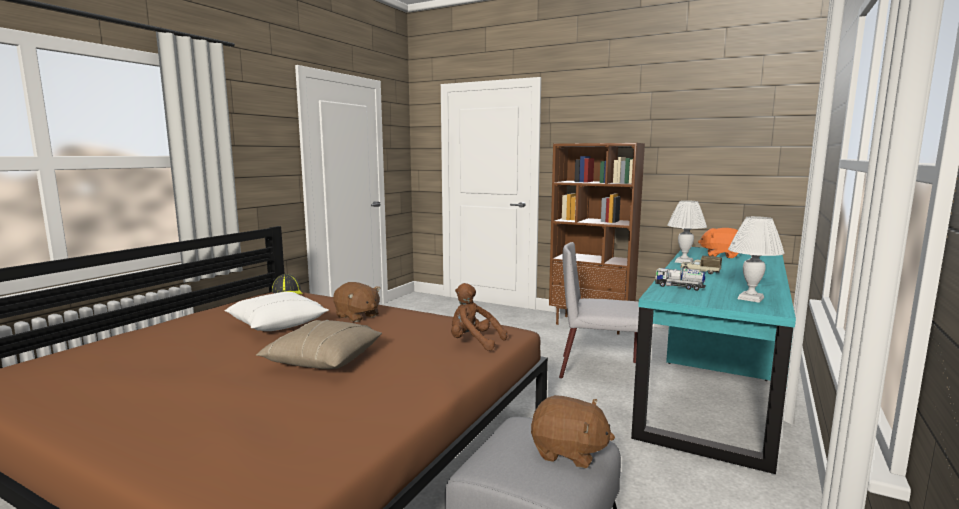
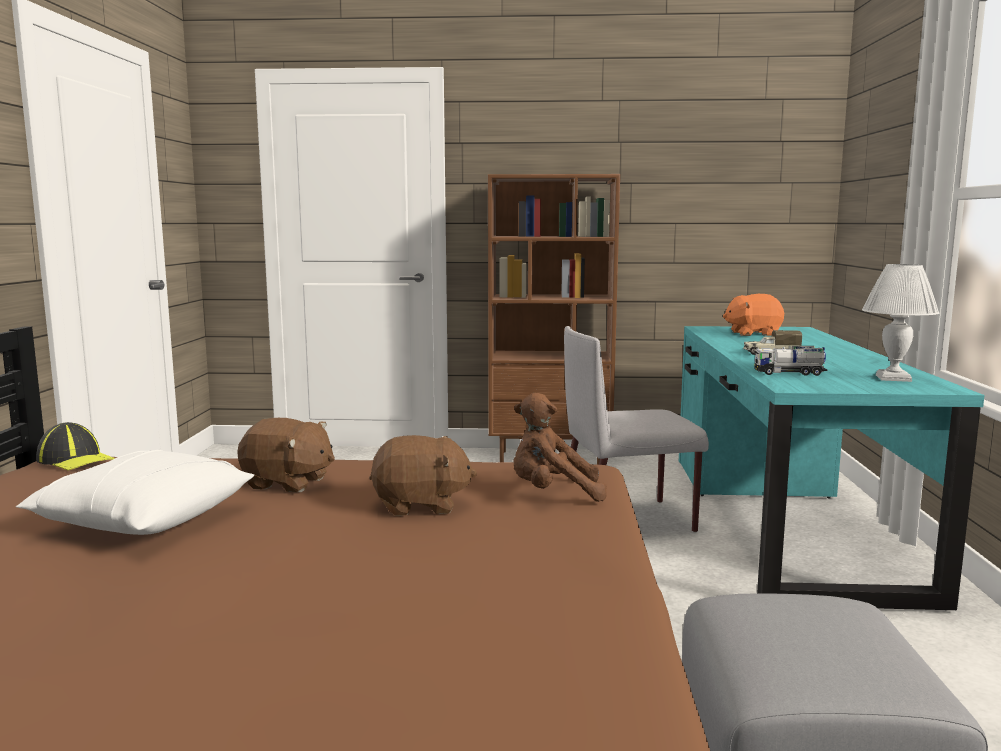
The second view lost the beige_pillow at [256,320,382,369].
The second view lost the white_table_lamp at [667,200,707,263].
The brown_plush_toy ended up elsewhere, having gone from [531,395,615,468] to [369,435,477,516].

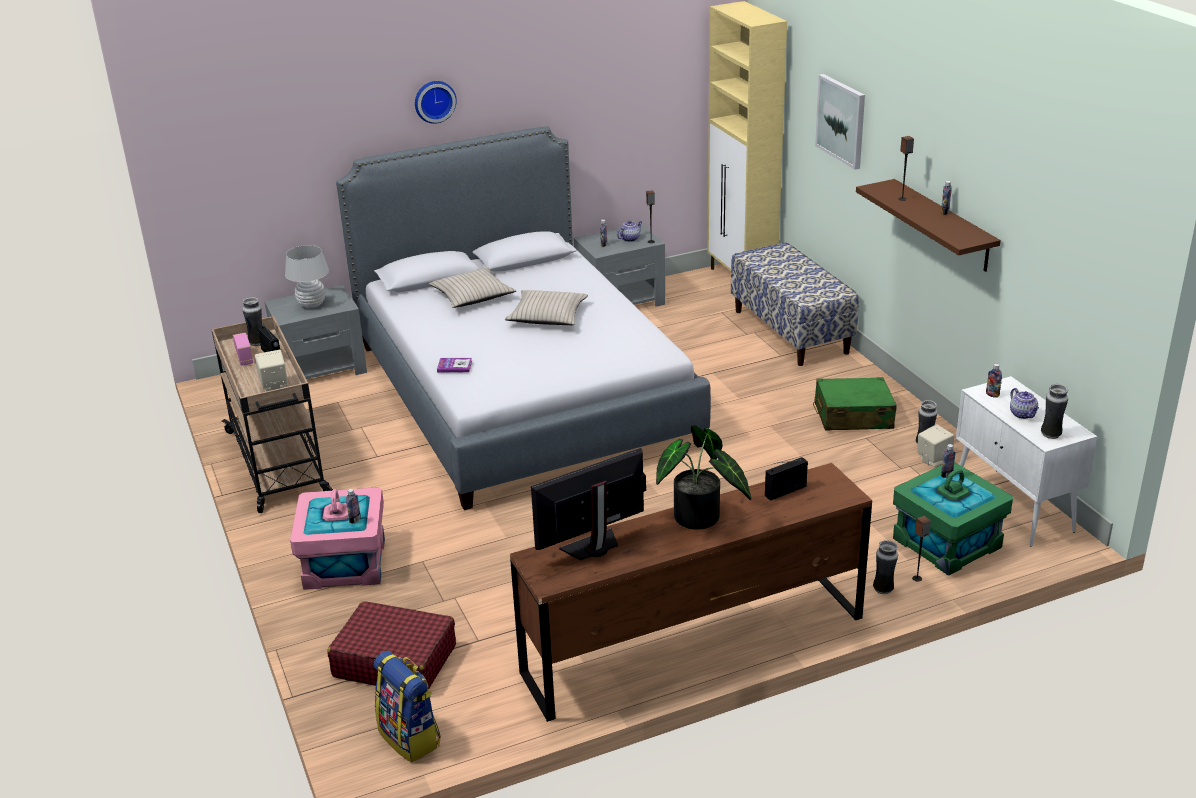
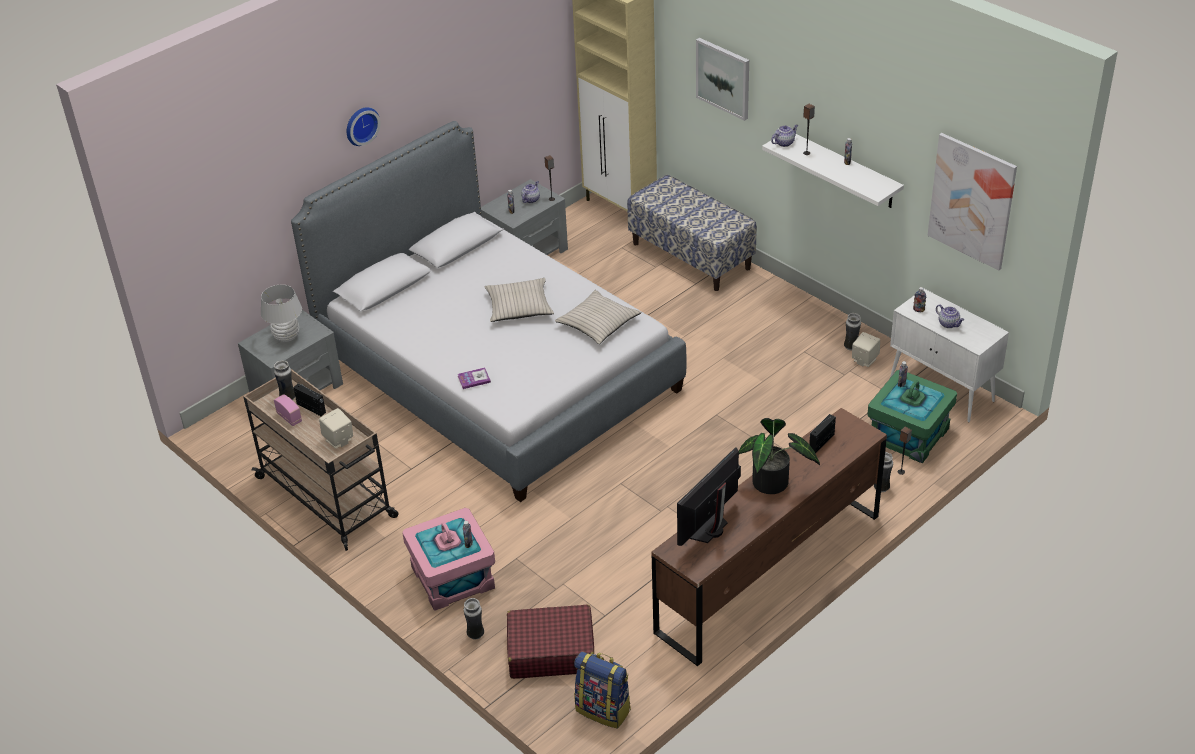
The second view lost the green_suitcase at [813,377,897,431].
The second view gained the teapot at [771,125,798,147].
The second view gained the picture at [927,133,1017,271].
The beige_pillow ended up elsewhere, having gone from [429,268,516,308] to [555,290,642,344].
The vase ended up elsewhere, having gone from [1041,384,1068,439] to [464,598,484,640].
What was the brown_shelf at [856,179,1001,272] turned into the white_shelf at [762,134,904,208].

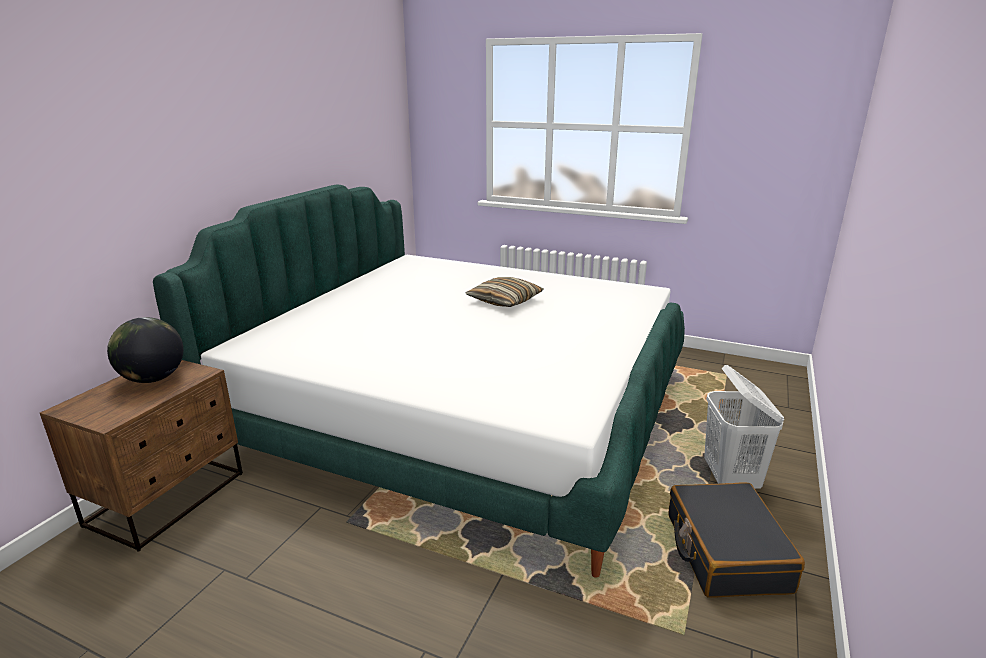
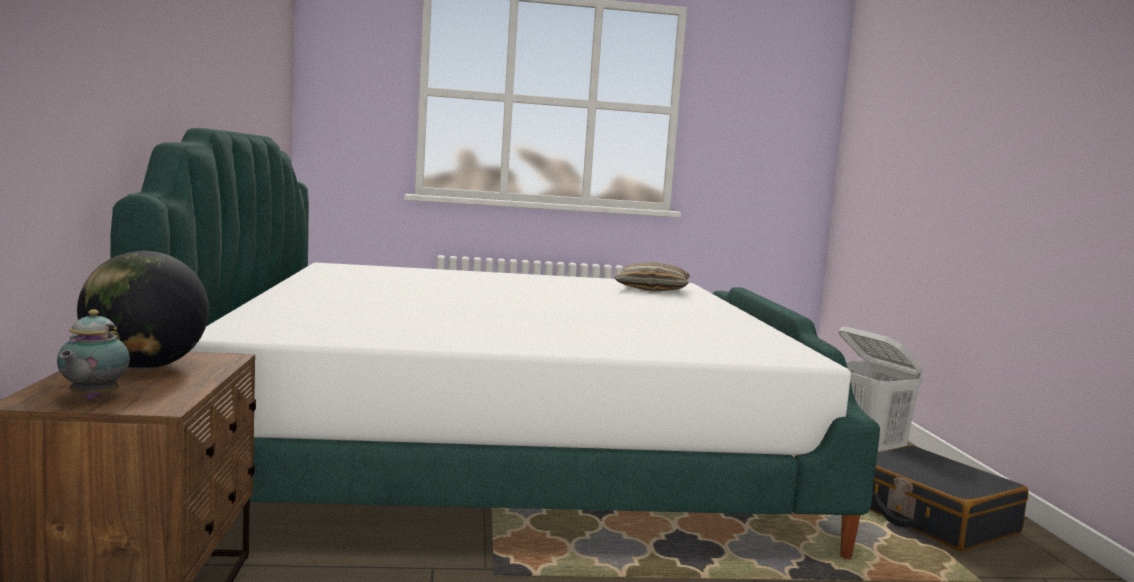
The second view gained the teapot at [57,309,130,400].
The pillow ended up elsewhere, having gone from [466,277,543,307] to [614,262,690,292].

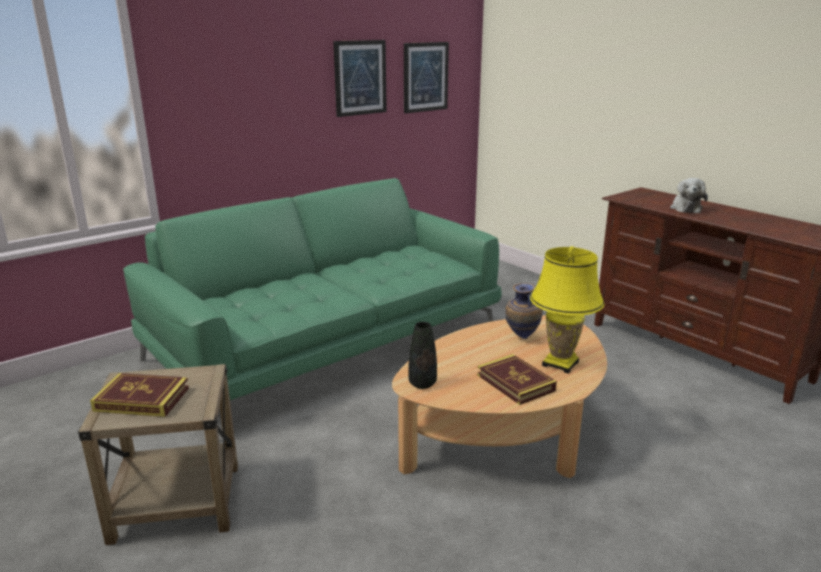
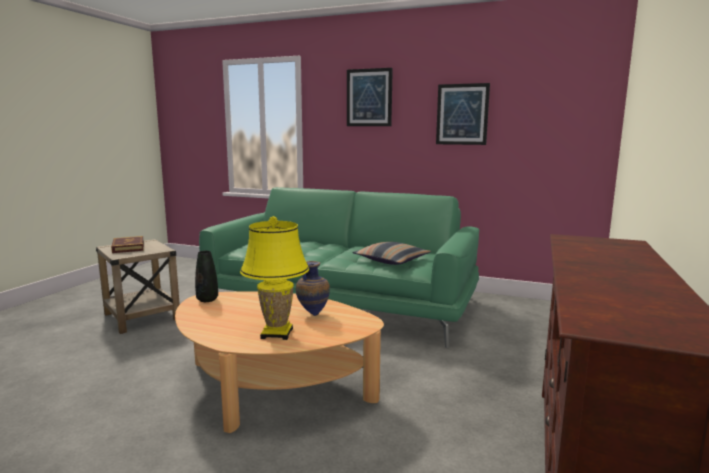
The second view lost the book at [477,354,557,405].
The second view lost the plush_toy at [670,178,708,213].
The second view gained the pillow at [353,242,431,265].
The picture ended up elsewhere, having gone from [404,42,449,113] to [347,68,393,126].

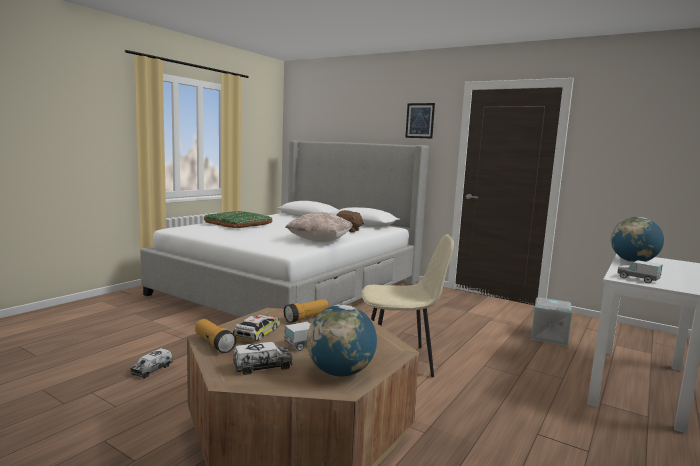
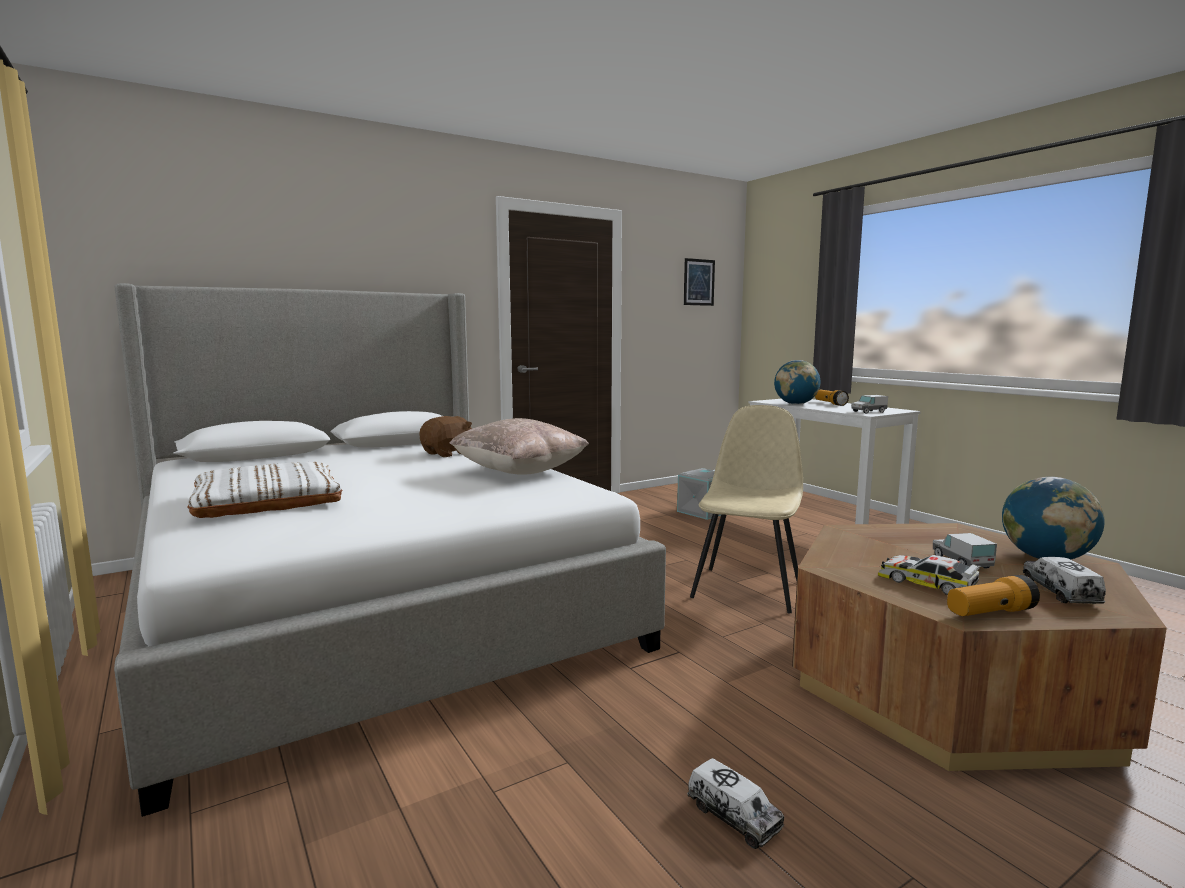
The flashlight ended up elsewhere, having gone from [284,299,329,323] to [815,390,849,406].
The picture ended up elsewhere, having gone from [405,103,435,138] to [684,258,715,306].
What was the green_pillow at [203,211,272,228] turned into the white_pillow at [187,462,342,518].

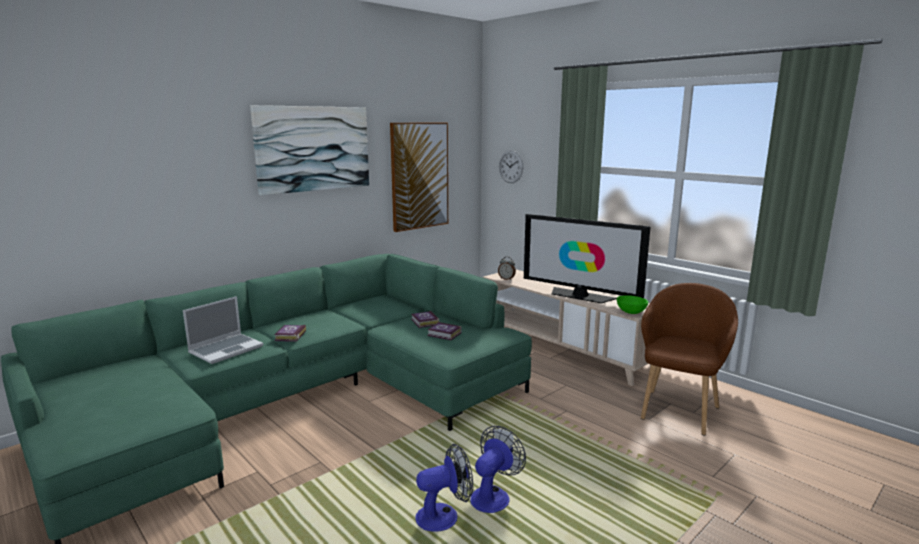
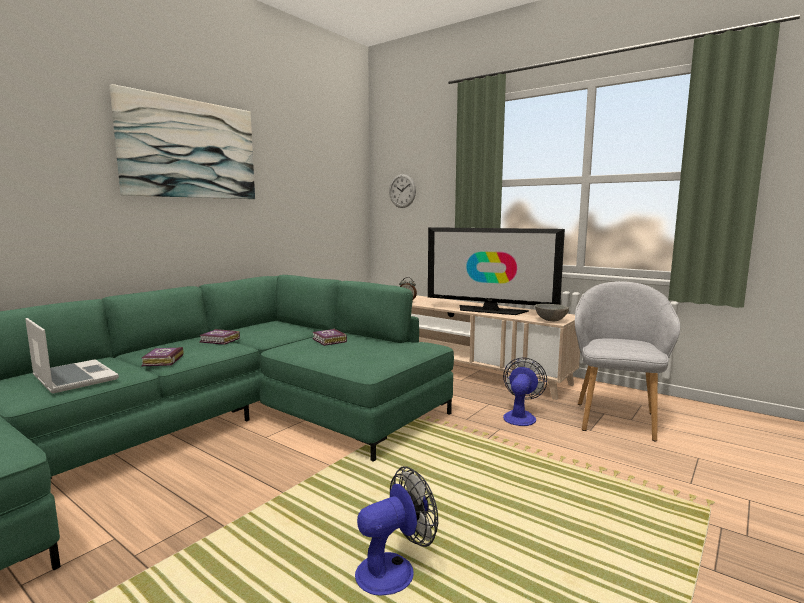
The second view lost the picture at [390,123,448,232].
The book ended up elsewhere, having gone from [427,322,462,340] to [199,329,240,345].
The fan ended up elsewhere, having gone from [470,426,526,513] to [503,358,547,426].
What was the green_bowl at [617,295,648,314] turned into the grey_bowl at [535,304,569,321].
What was the brown_armchair at [641,283,738,436] turned into the grey_armchair at [575,281,680,442].
The laptop at [183,296,264,364] ended up facing another way, 75 degrees counterclockwise from before.

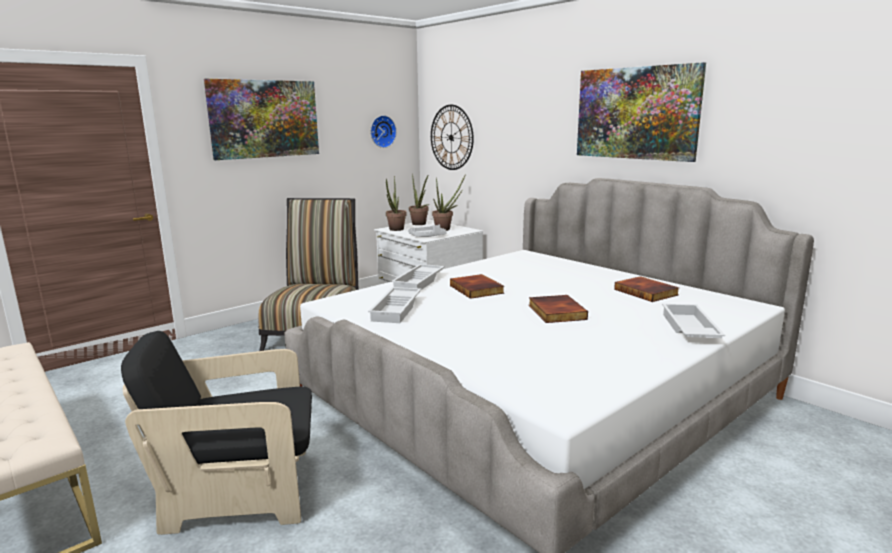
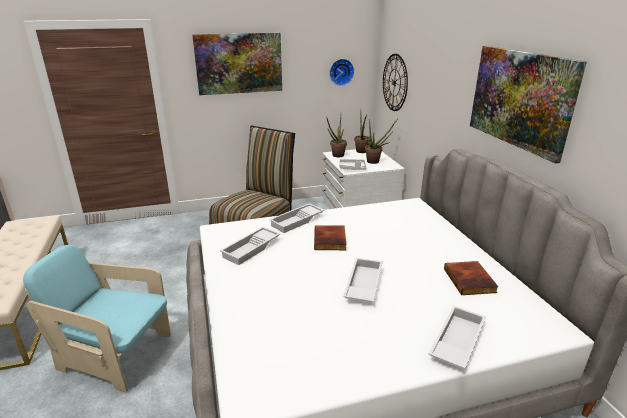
Where the book stood at [528,295,588,323], the white_tray came to stand at [343,258,383,303].
What was the black_armchair at [121,331,312,535] turned into the turquoise_armchair at [23,245,171,392].

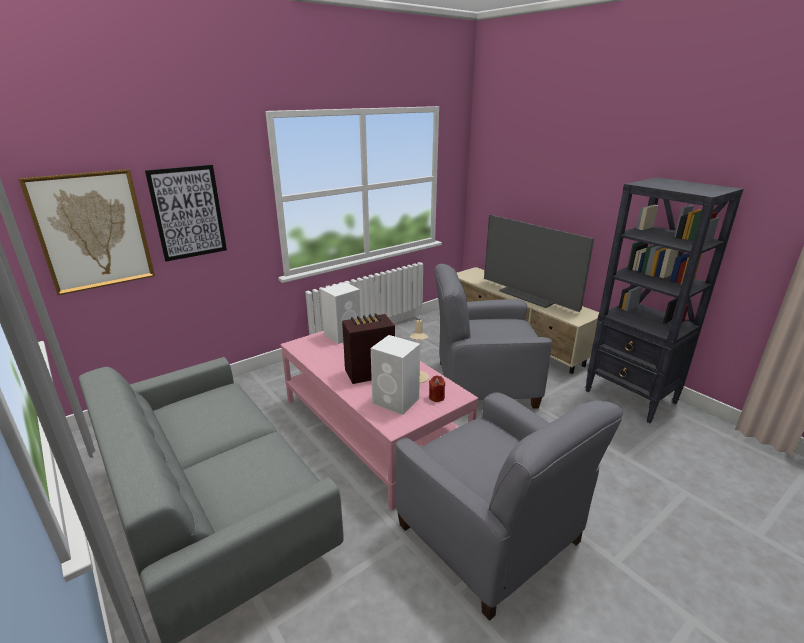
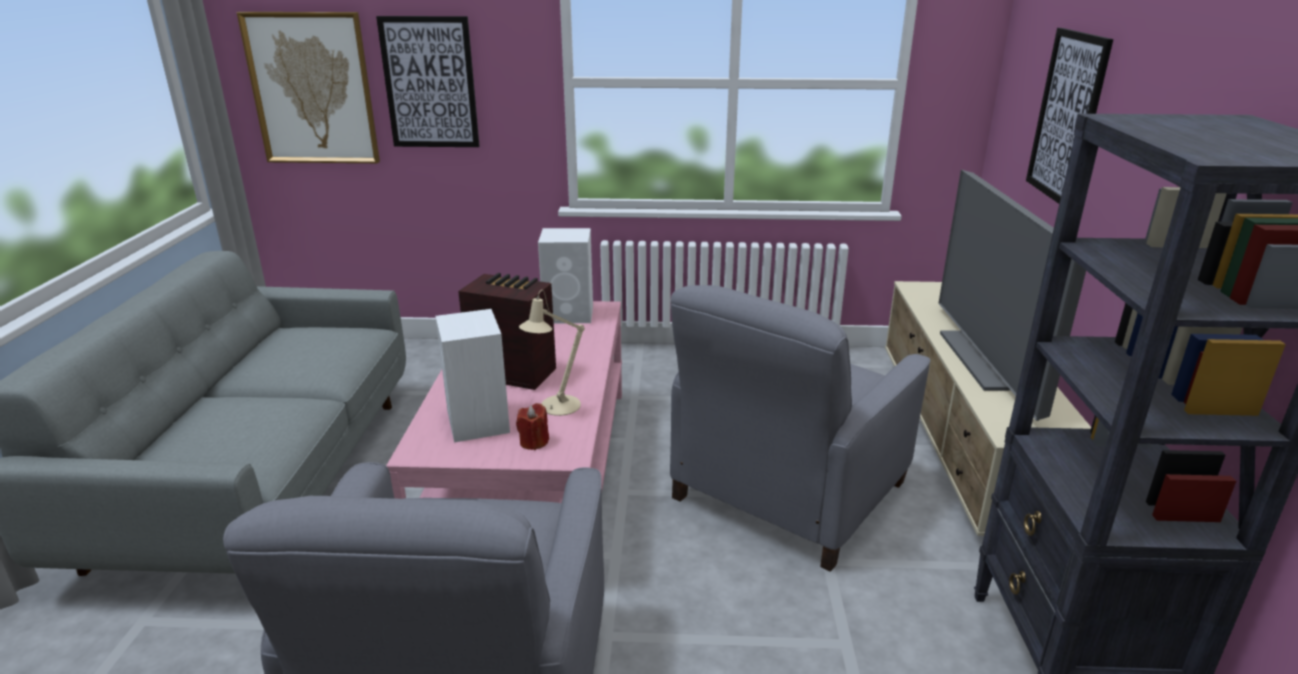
The second view gained the picture at [1026,28,1113,204].
The grey_armchair at [434,264,552,408] ended up facing another way, 90 degrees counterclockwise from before.

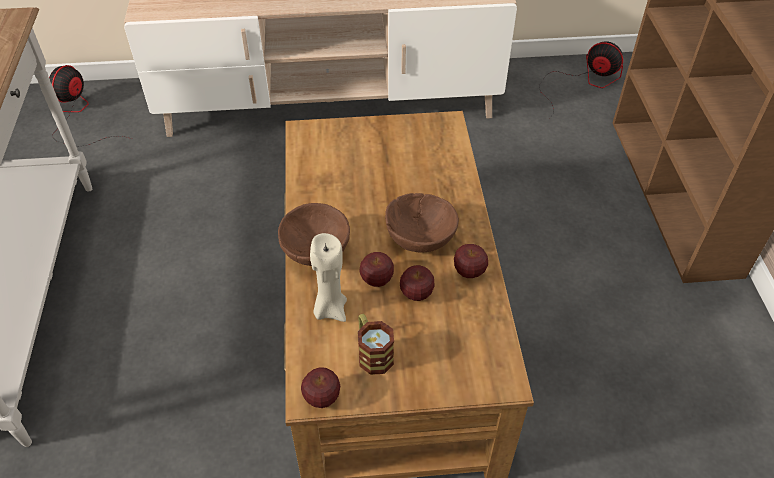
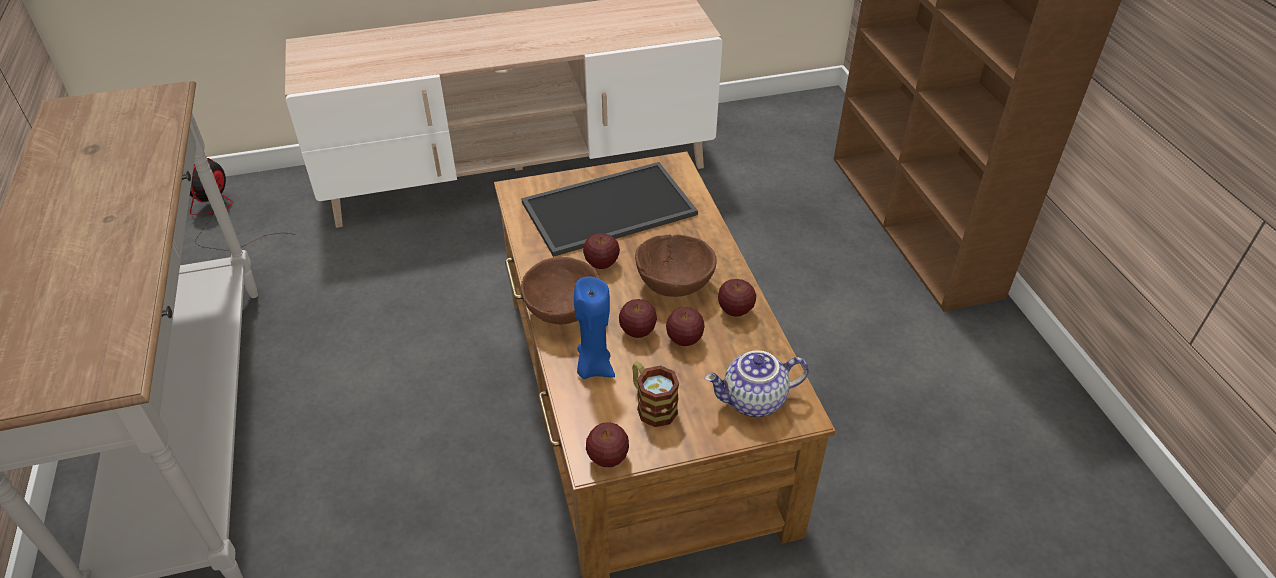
The second view lost the fan at [539,42,623,118].
The second view gained the tray at [521,162,698,257].
The second view gained the apple at [583,233,620,269].
The second view gained the teapot at [704,351,809,417].
What was the beige_candle at [310,233,347,322] turned into the blue_candle at [574,276,615,379].

